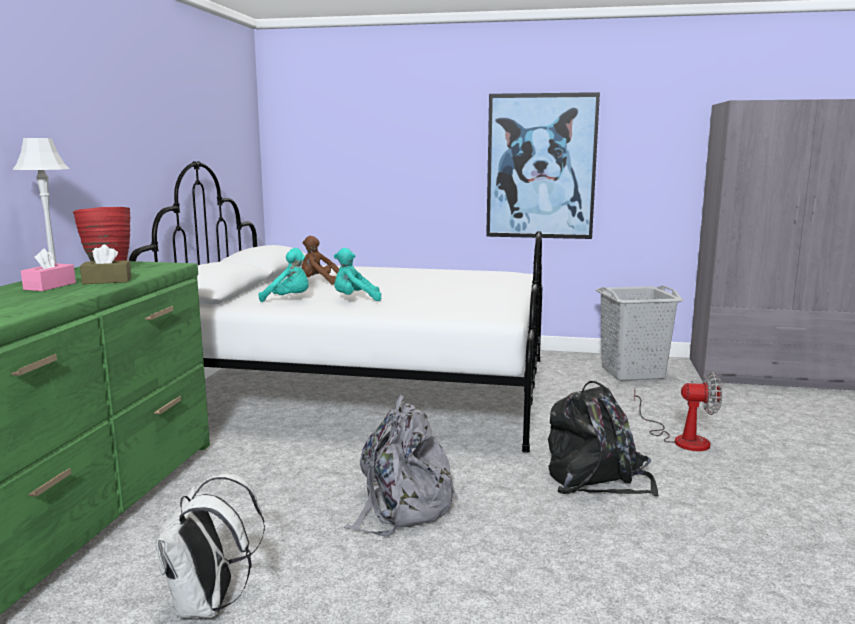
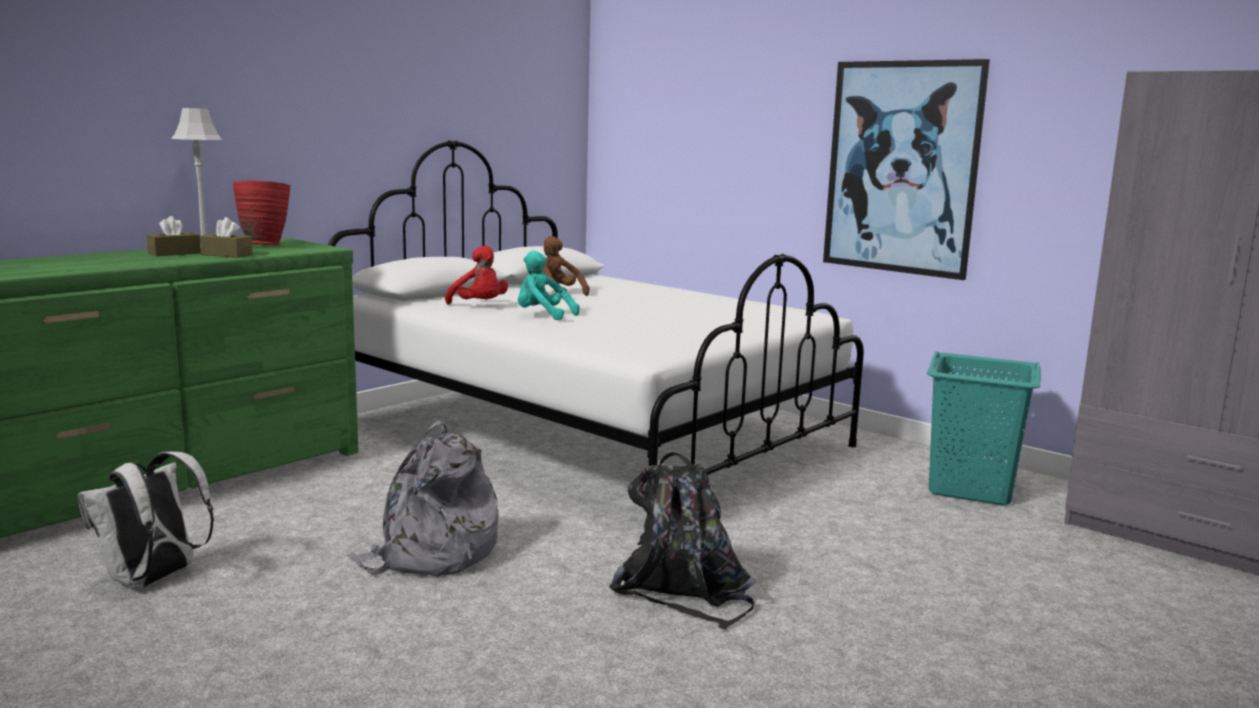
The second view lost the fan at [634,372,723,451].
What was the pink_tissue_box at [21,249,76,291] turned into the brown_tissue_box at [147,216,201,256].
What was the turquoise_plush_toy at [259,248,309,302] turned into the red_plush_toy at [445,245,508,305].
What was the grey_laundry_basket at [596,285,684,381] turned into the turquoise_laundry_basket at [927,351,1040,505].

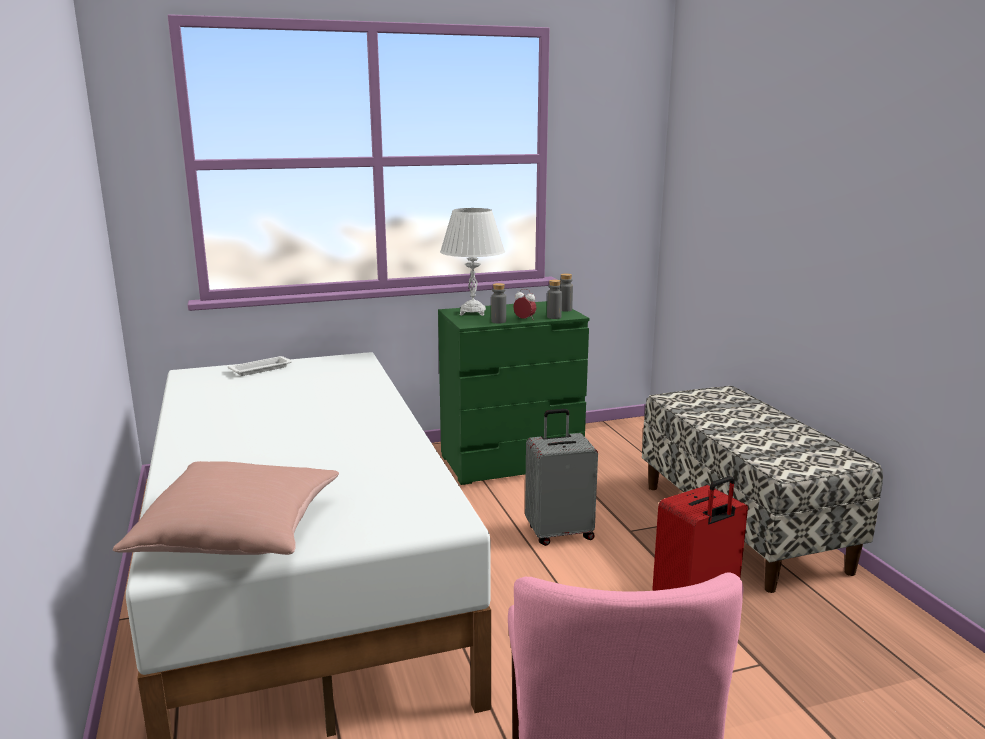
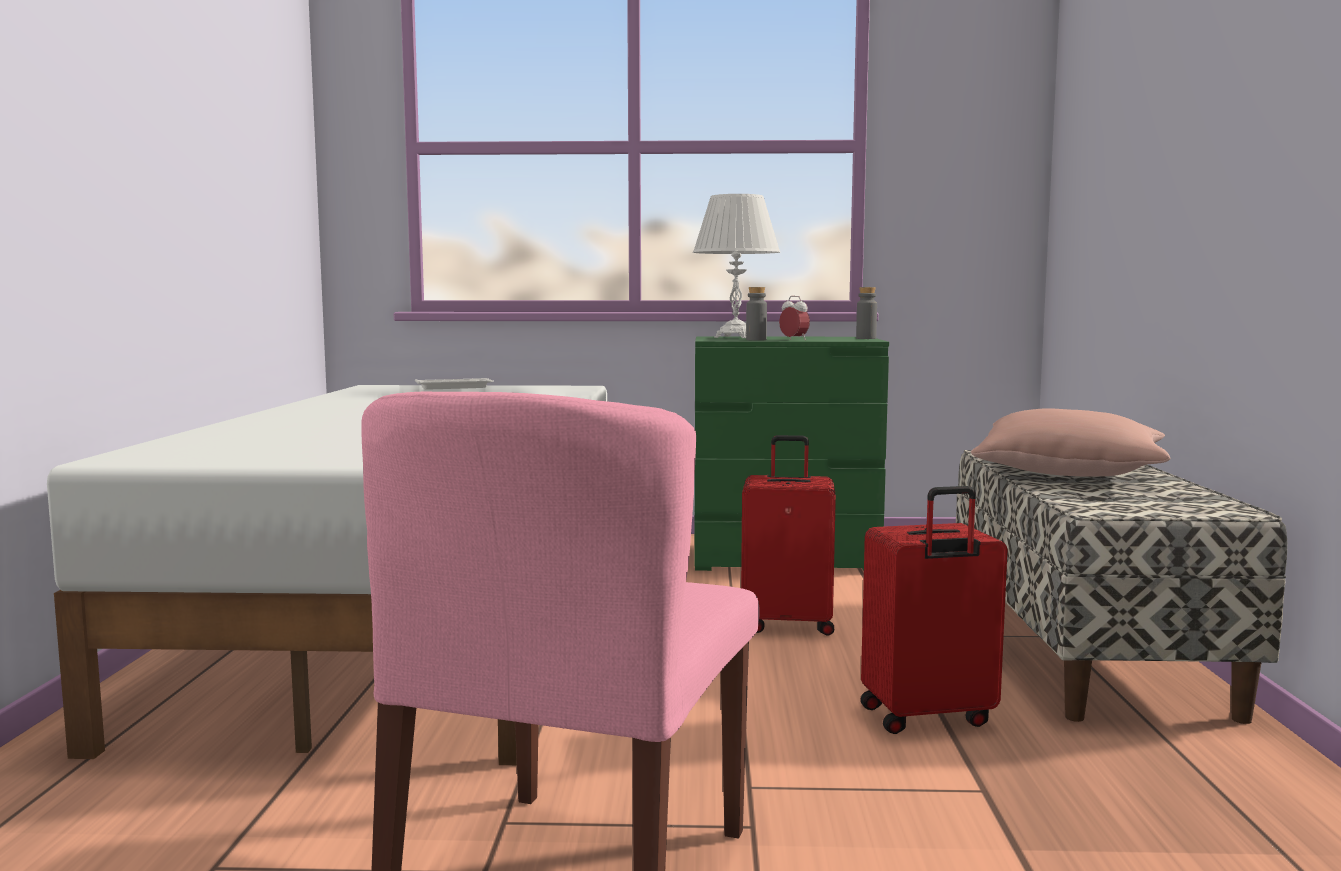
The second view lost the grey_bottle at [547,280,562,319].
The pink_pillow ended up elsewhere, having gone from [113,461,339,555] to [971,408,1171,477].
What was the grey_suitcase at [525,409,598,546] turned into the red_suitcase at [741,435,836,635].

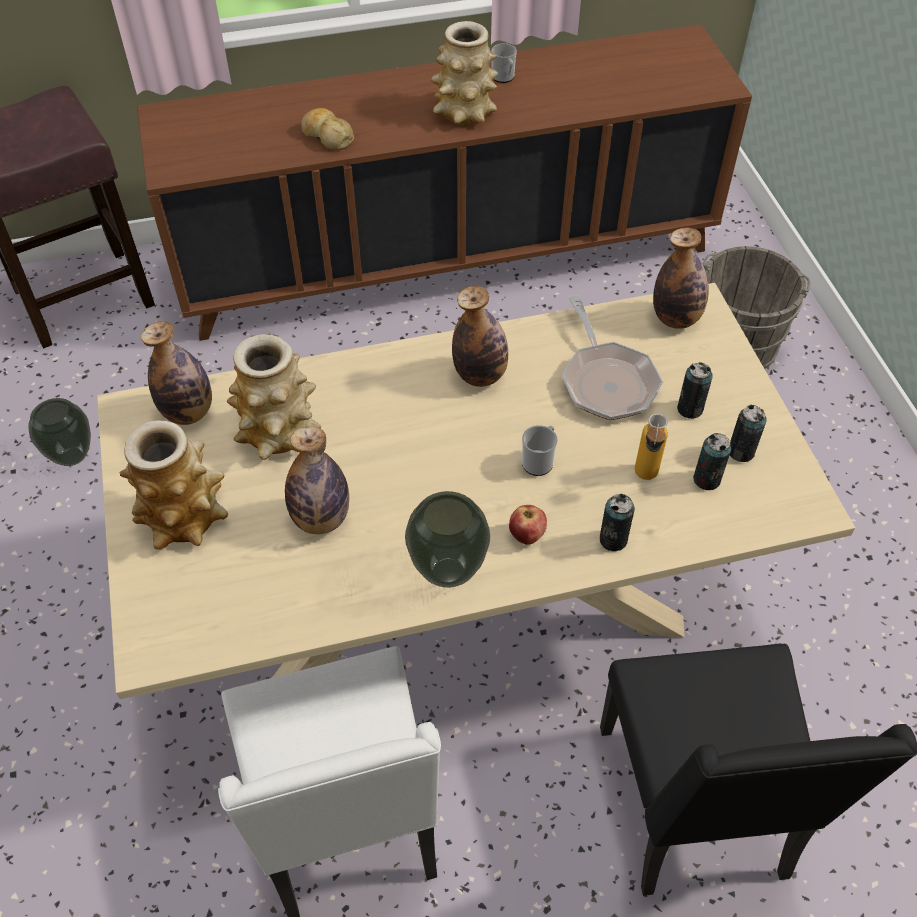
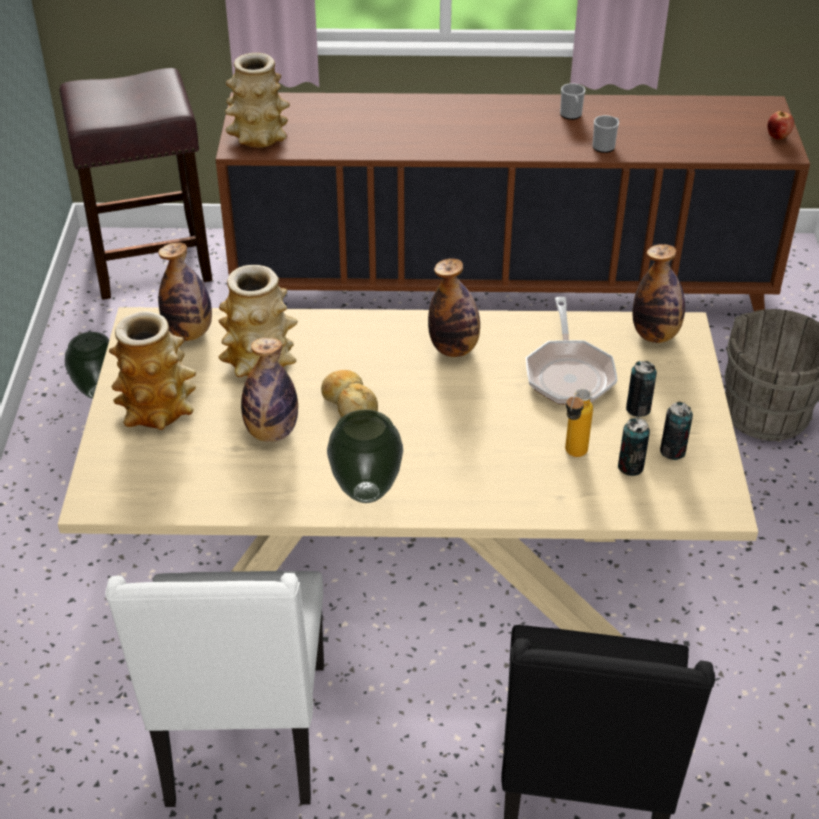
The second view lost the can at [600,494,635,551].
The bread ended up elsewhere, having gone from [301,108,354,150] to [321,370,378,417].
The vase ended up elsewhere, having gone from [431,21,498,125] to [225,53,290,148].
The apple ended up elsewhere, having gone from [509,505,547,545] to [767,111,794,140].
The mug ended up elsewhere, having gone from [522,425,558,476] to [592,115,619,153].

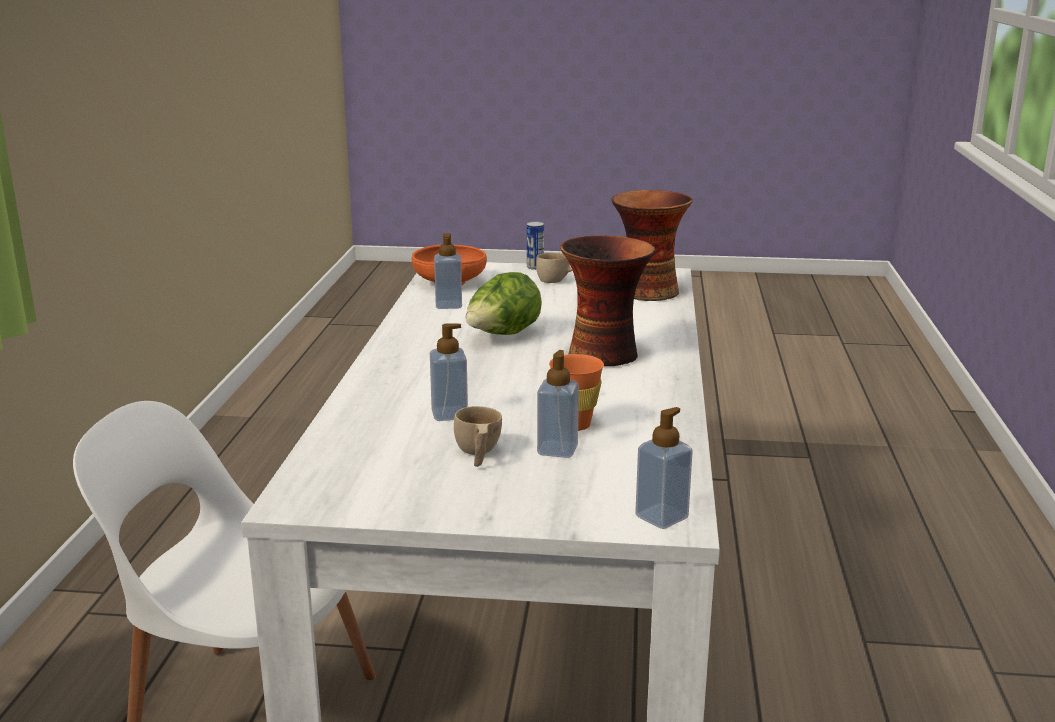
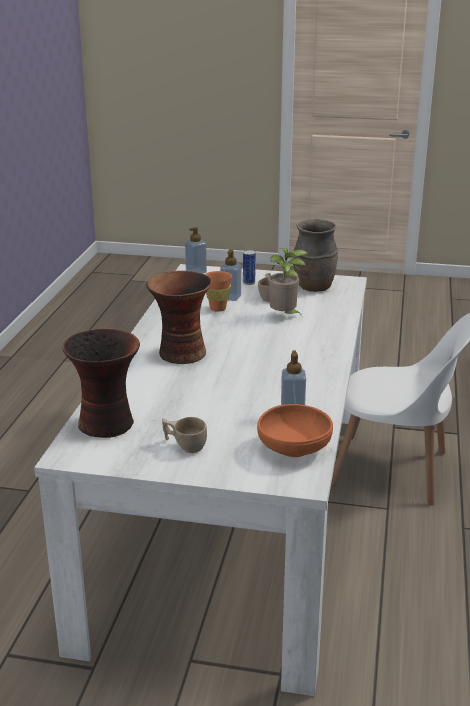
The second view lost the lettuce at [466,272,542,335].
The second view gained the brown_vase at [293,219,338,292].
The can ended up elsewhere, having gone from [527,222,544,270] to [243,250,256,285].
Where the soap_dispenser stood at [430,324,468,421], the potted_plant came to stand at [268,248,308,316].

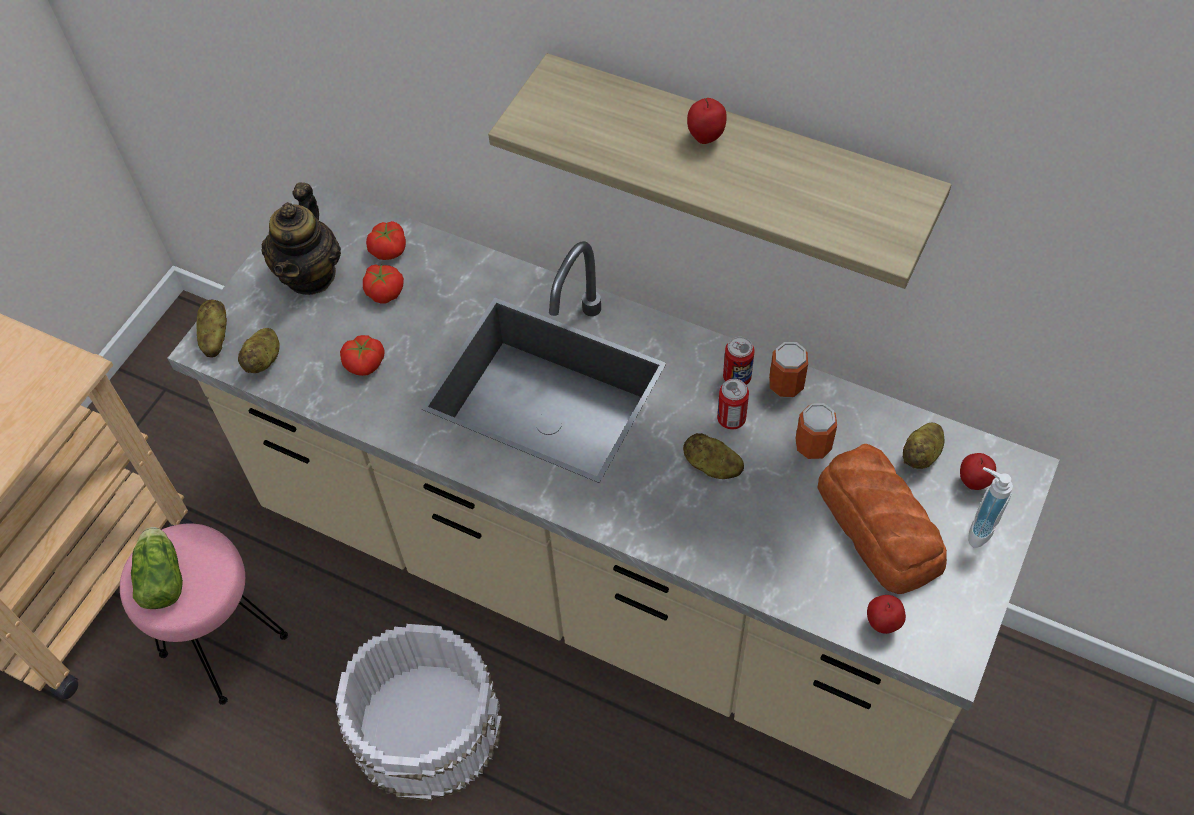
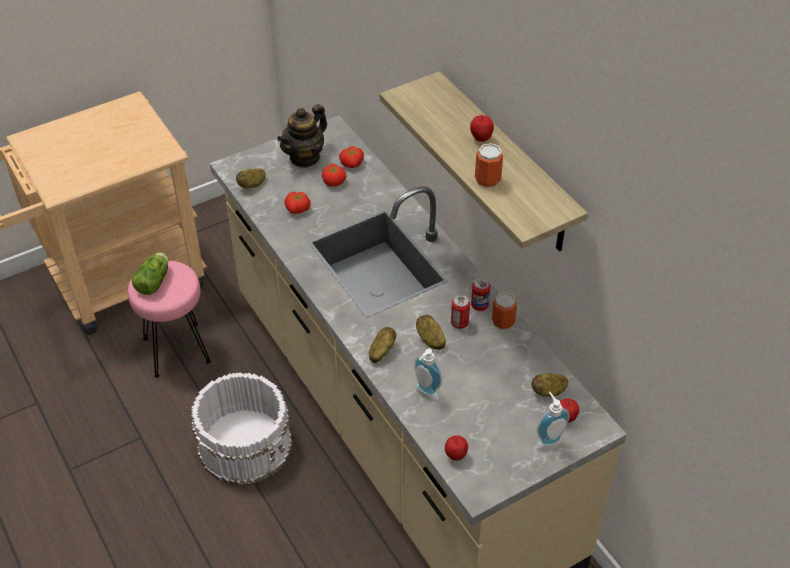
The second view lost the bread at [817,444,947,594].
The second view gained the soap_dispenser at [414,349,442,401].
The potato ended up elsewhere, having gone from [196,300,227,357] to [369,327,396,363].
The can ended up elsewhere, having gone from [795,403,837,459] to [475,143,503,188].

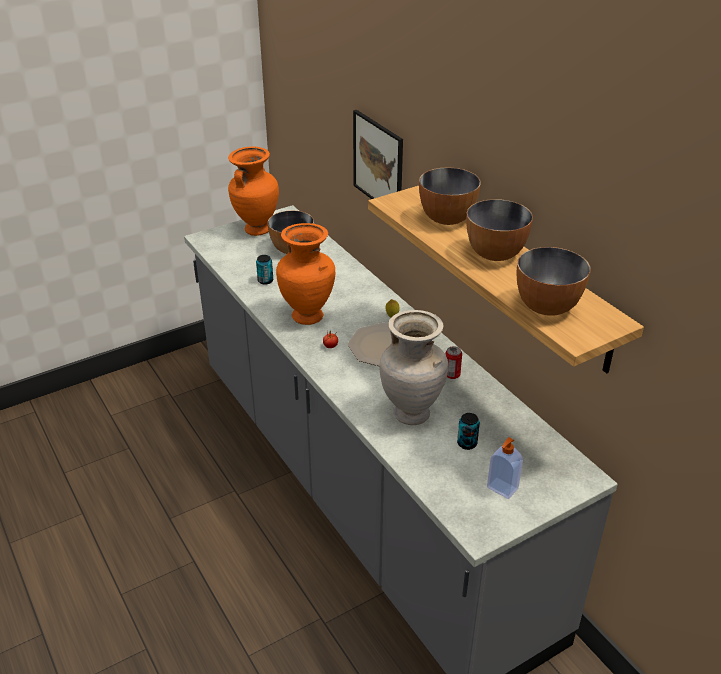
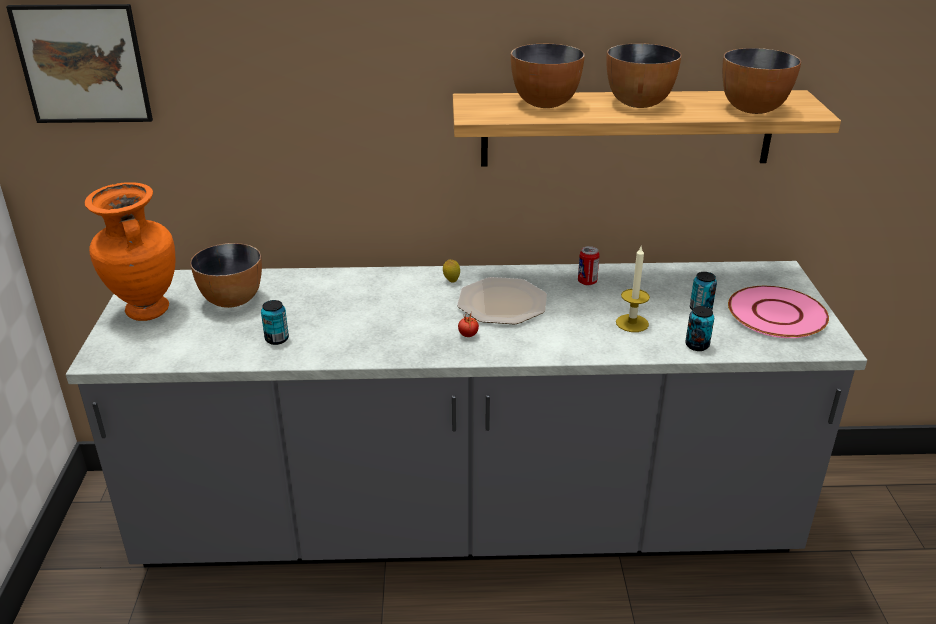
The second view lost the orange_vase at [276,223,335,325].
The second view gained the can at [685,306,714,351].
The picture ended up elsewhere, having gone from [353,110,403,199] to [6,4,153,123].
Where the beige_vase stood at [380,310,448,425], the candle came to stand at [616,247,650,332].
Where the soap_dispenser stood at [487,437,523,499], the pink_plate came to stand at [728,286,829,338].

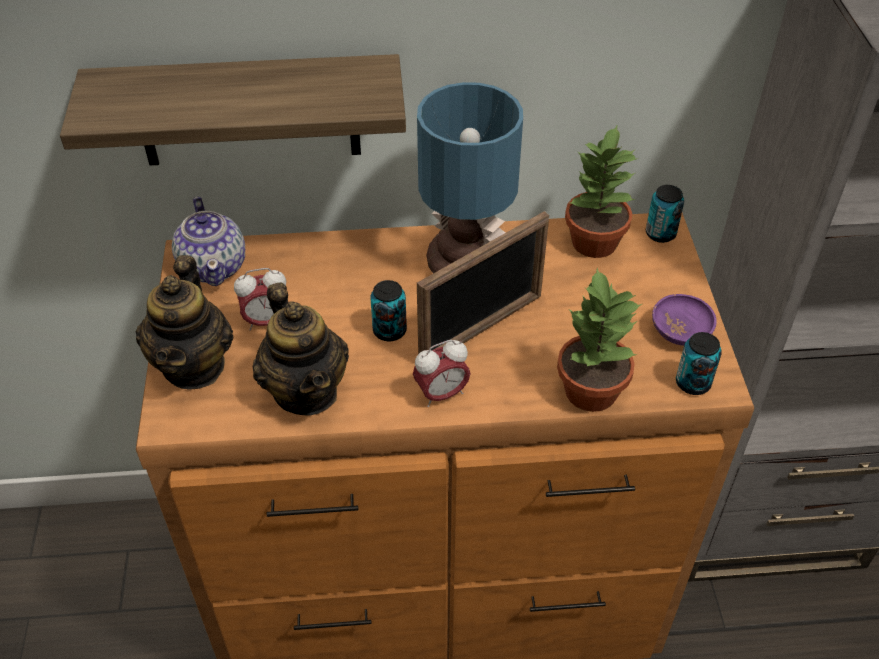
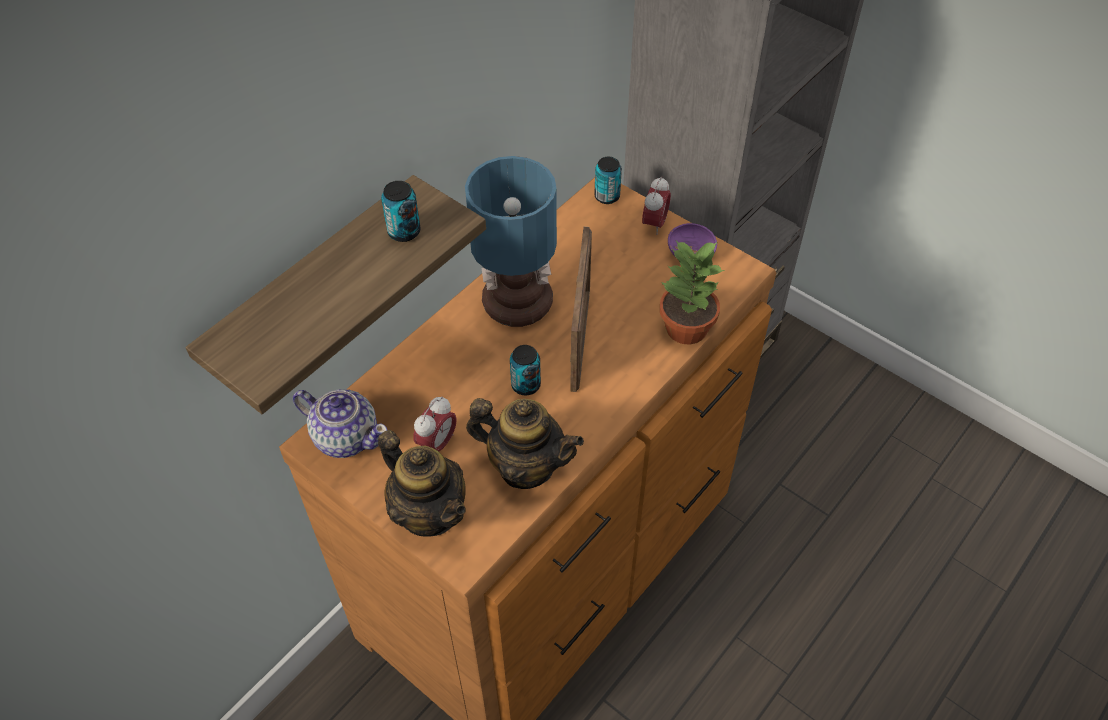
The second view lost the potted_plant at [565,126,639,258].
The alarm_clock ended up elsewhere, having gone from [413,340,471,407] to [642,176,671,235].
The can ended up elsewhere, having gone from [676,332,722,395] to [381,181,421,242].

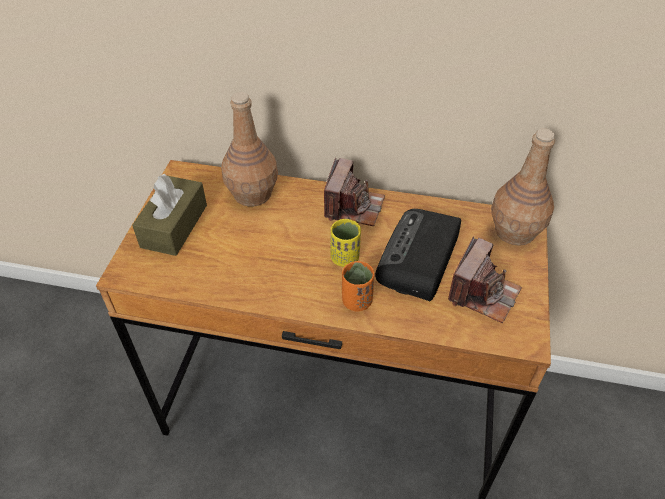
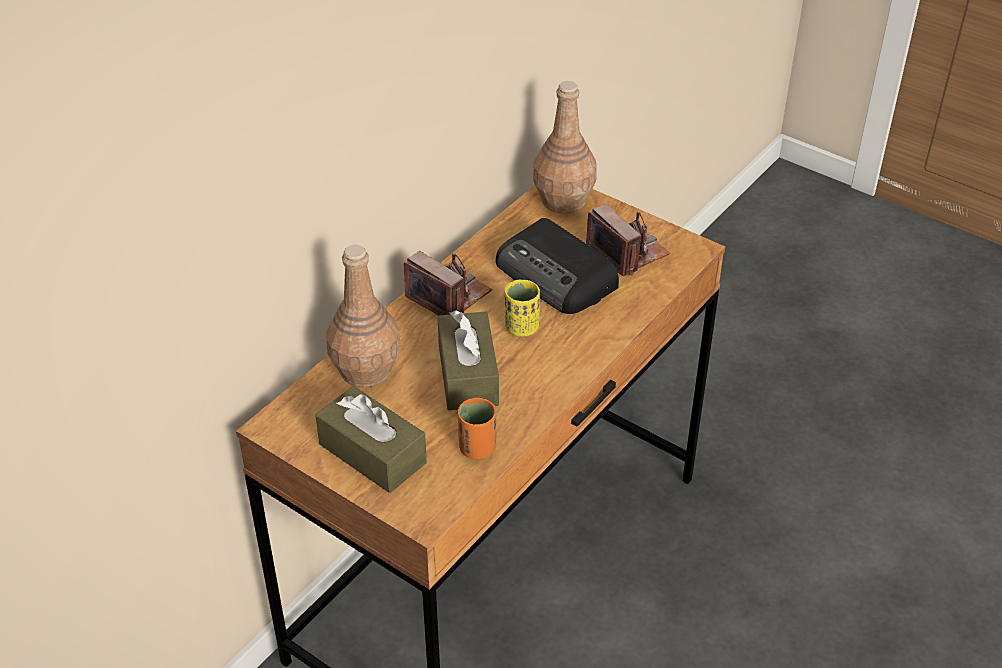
The second view gained the brown_tissue_box at [437,310,499,410].
The orange_cup ended up elsewhere, having gone from [342,261,374,311] to [458,398,496,459].

